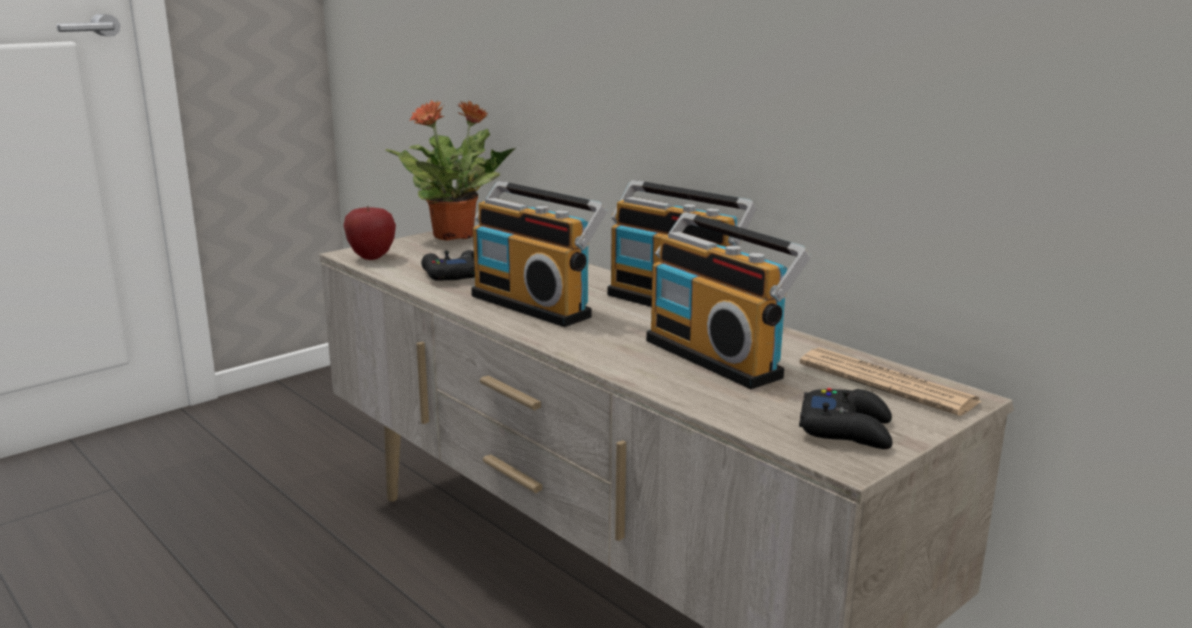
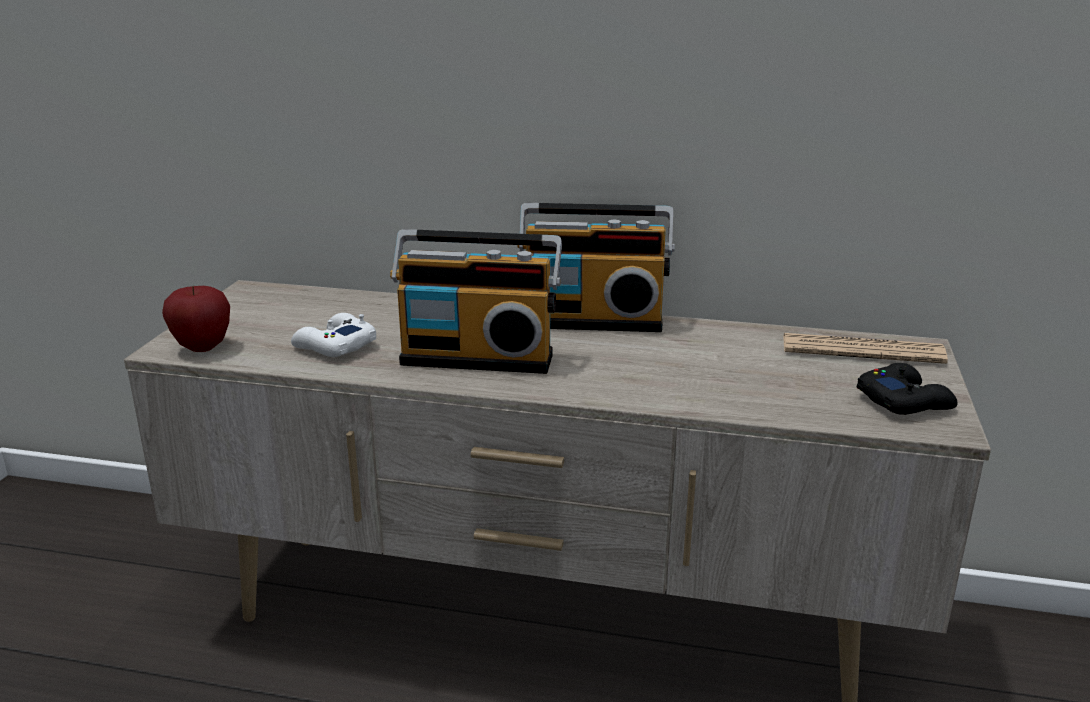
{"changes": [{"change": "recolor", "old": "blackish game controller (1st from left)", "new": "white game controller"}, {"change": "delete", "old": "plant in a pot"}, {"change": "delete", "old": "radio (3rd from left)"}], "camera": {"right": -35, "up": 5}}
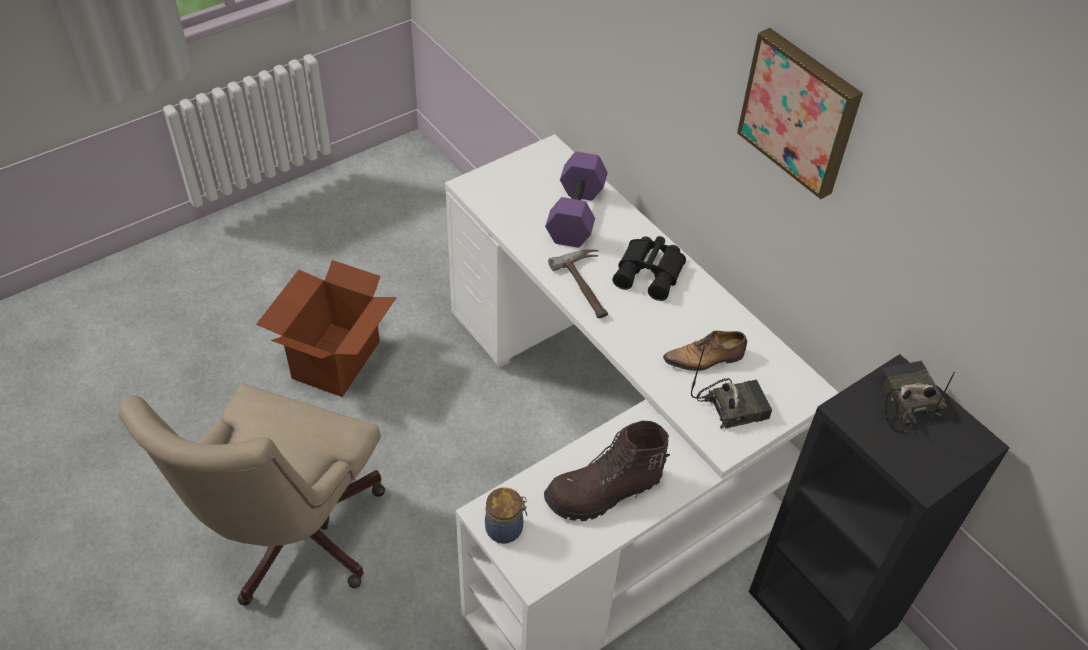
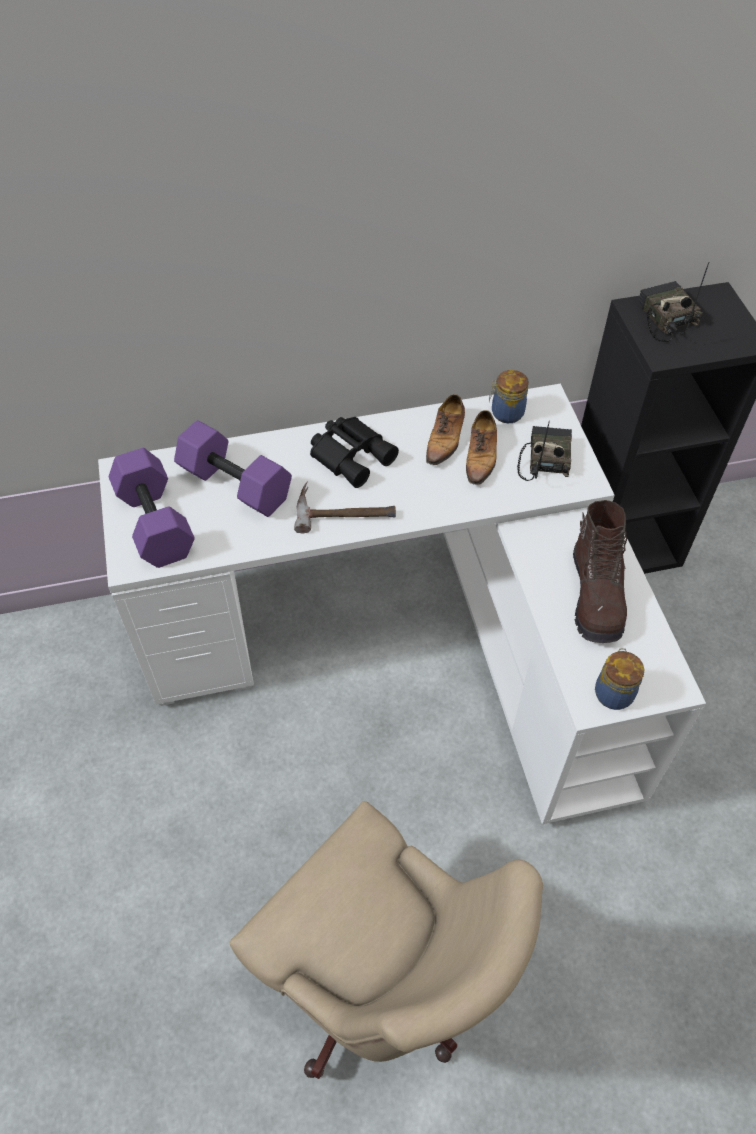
{"changes": [{"change": "insert", "new": "purple-coloured free weight (1st from left)"}, {"change": "insert", "new": "item of footwear (1st from left)"}, {"change": "insert", "new": "jar (1st from left)"}, {"change": "rotate", "old": "radio (2nd from left)", "degrees": 60}, {"change": "delete", "old": "cardboard box"}, {"change": "delete", "old": "picture"}], "camera": {"right": -65, "up": 5}}
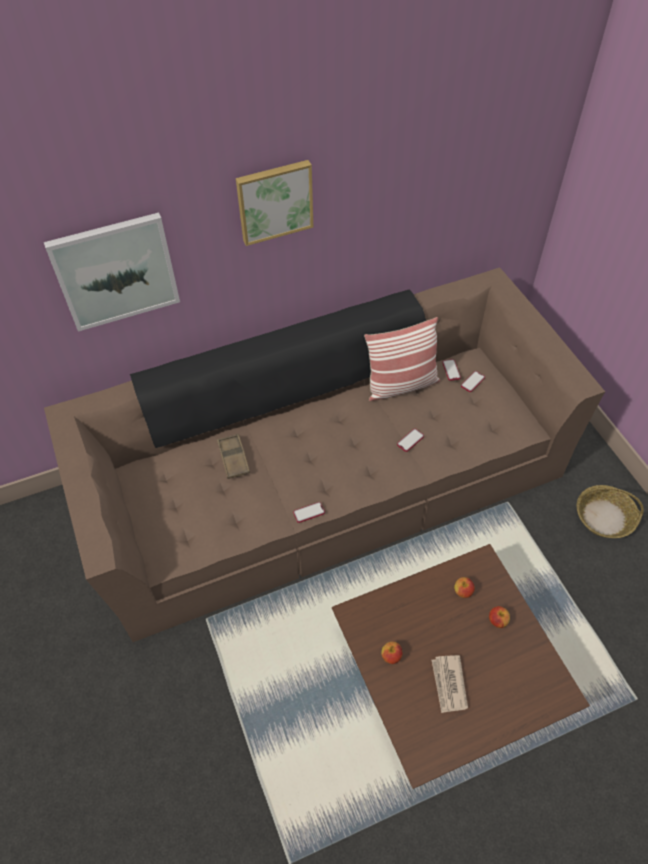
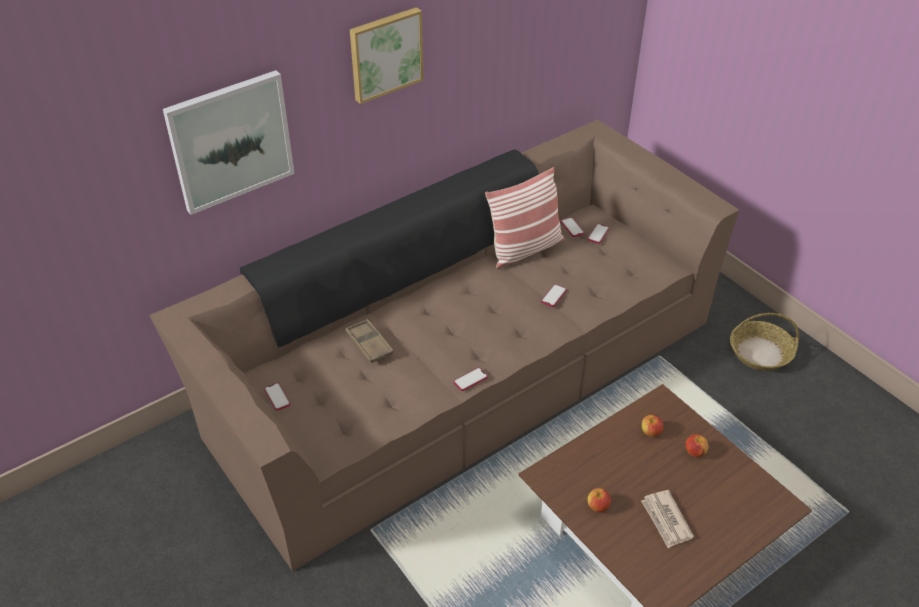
{"changes": [{"change": "insert", "new": "phone (1st from left)"}], "camera": {"right": -15, "up": -10}}
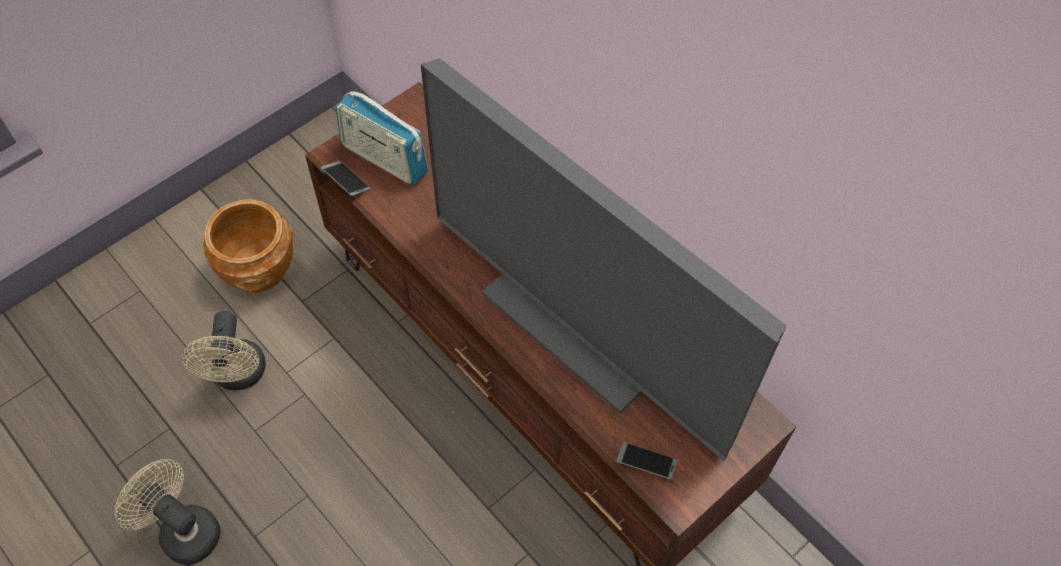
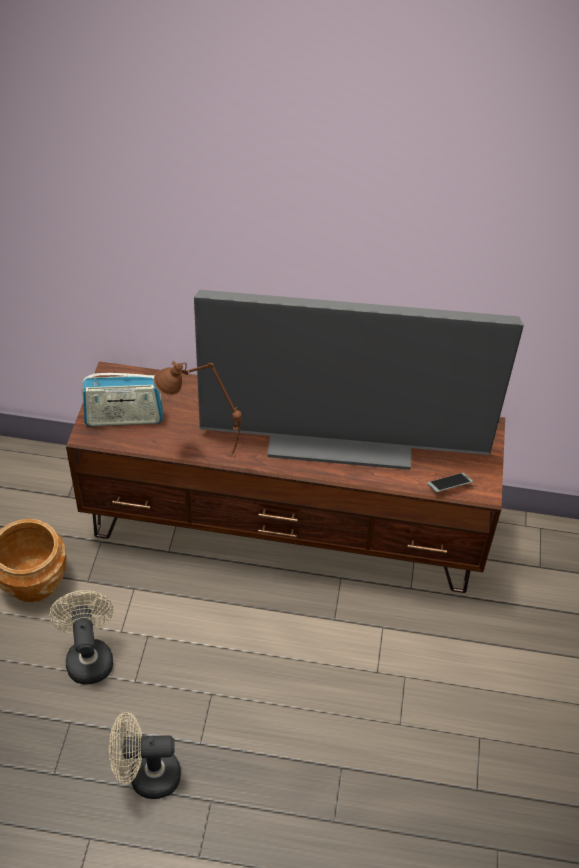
{"changes": [{"change": "rotate", "old": "beige-coloured cooling fan (2nd from left in the first image)", "degrees": -150}, {"change": "insert", "new": "brown-coloured lamp for a table"}, {"change": "delete", "old": "phone (1st from left)"}], "camera": {"right": -40, "up": -10}}
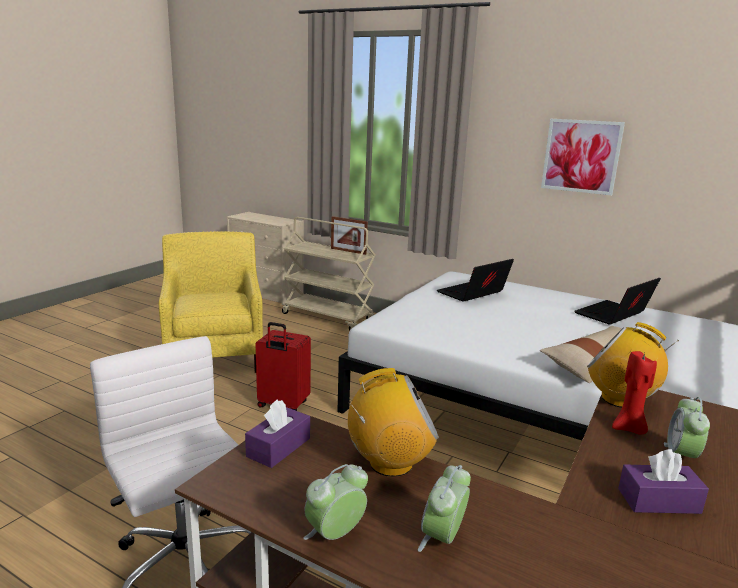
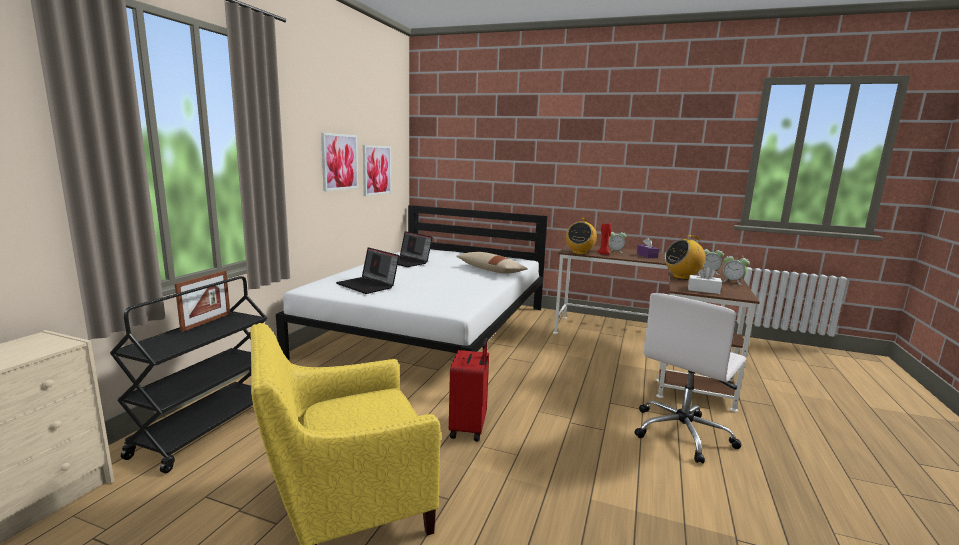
{"changes": [{"change": "recolor", "old": "beige-coloured wheeled cart", "new": "blackish wheeled cart"}, {"change": "insert", "new": "picture (2nd from left)"}, {"change": "rotate", "old": "radio (1st from left in the first image)", "degrees": -90}, {"change": "recolor", "old": "purple-coloured tissue box (1st from left)", "new": "white tissue box"}], "camera": {"right": -100, "up": -5}}
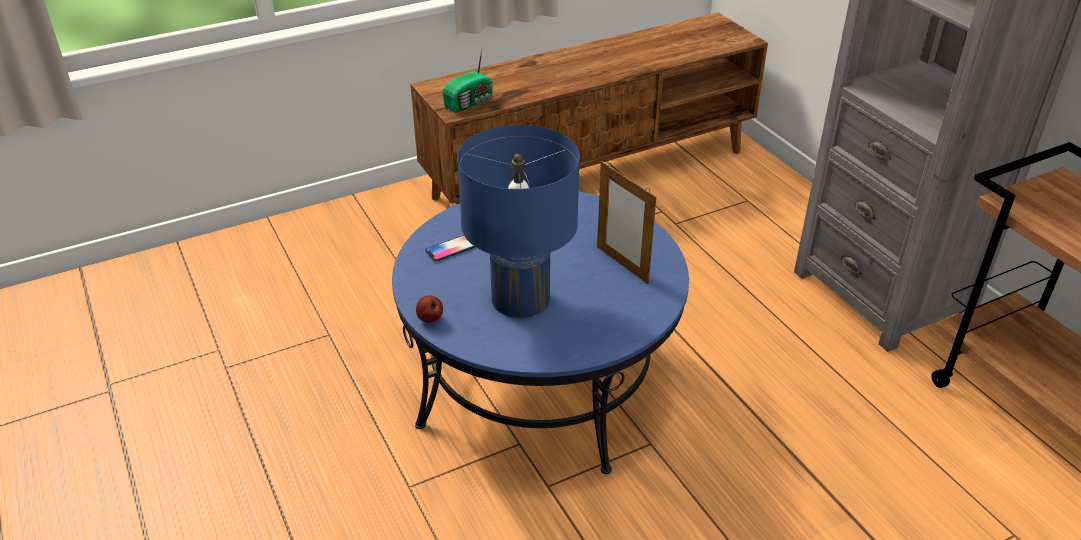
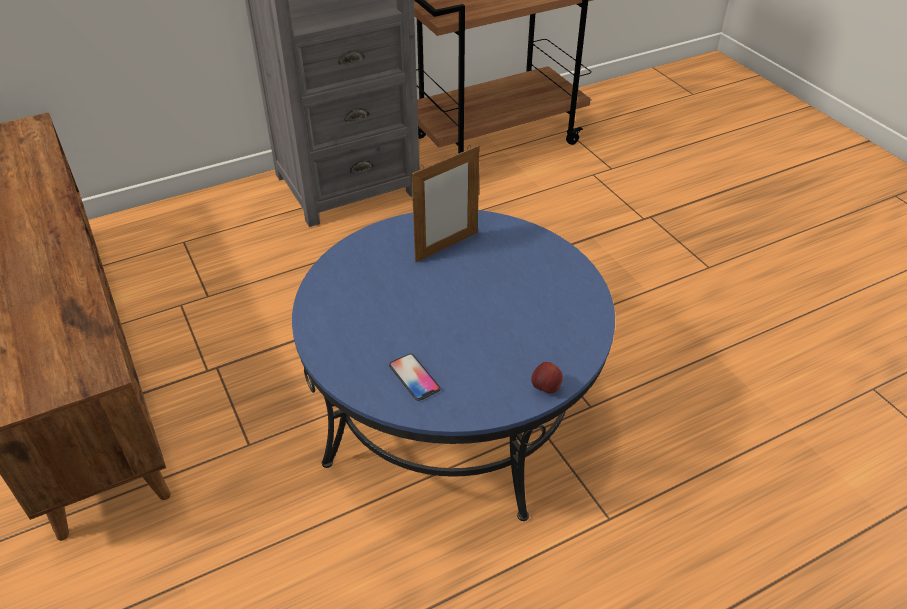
{"changes": [{"change": "delete", "old": "radio"}, {"change": "delete", "old": "blue-coloured lamp for a table"}], "camera": {"right": -90, "up": 5}}
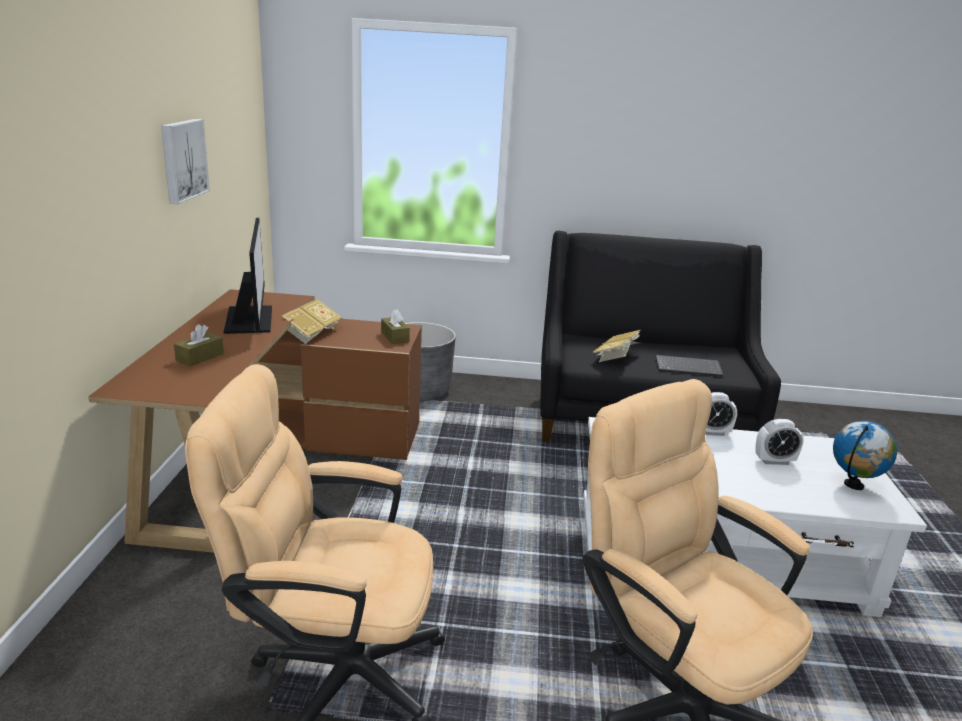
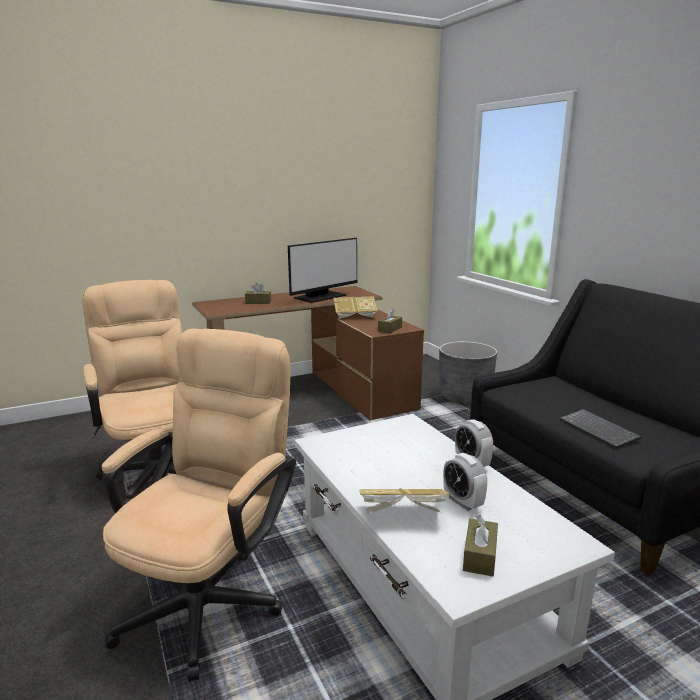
{"changes": [{"change": "move", "old": "volume (2nd from left)"}, {"change": "replace", "old": "world globe", "new": "brown-coloured tissue box (3rd from left)"}, {"change": "delete", "old": "picture"}], "camera": {"right": 60, "up": -5}}
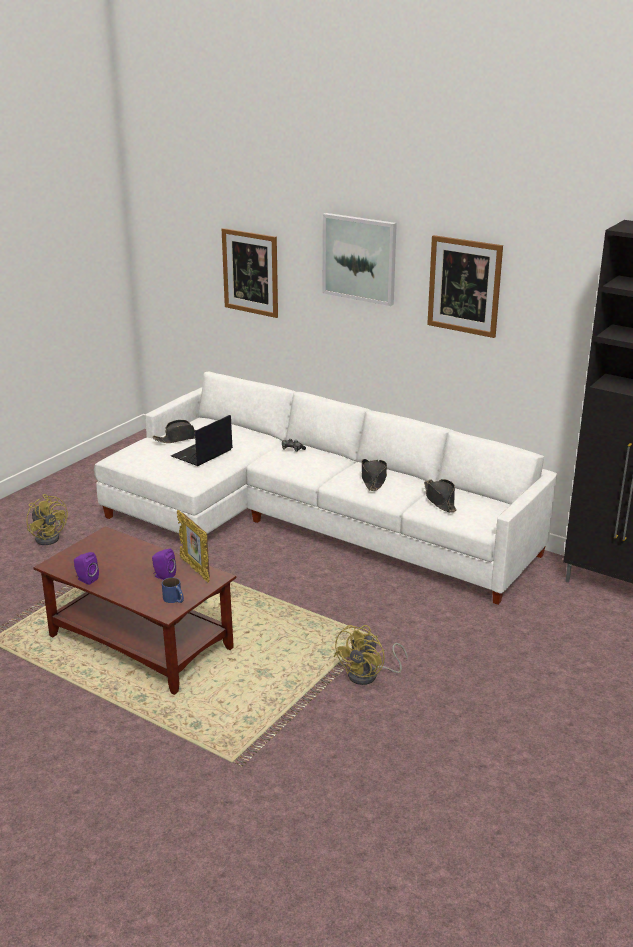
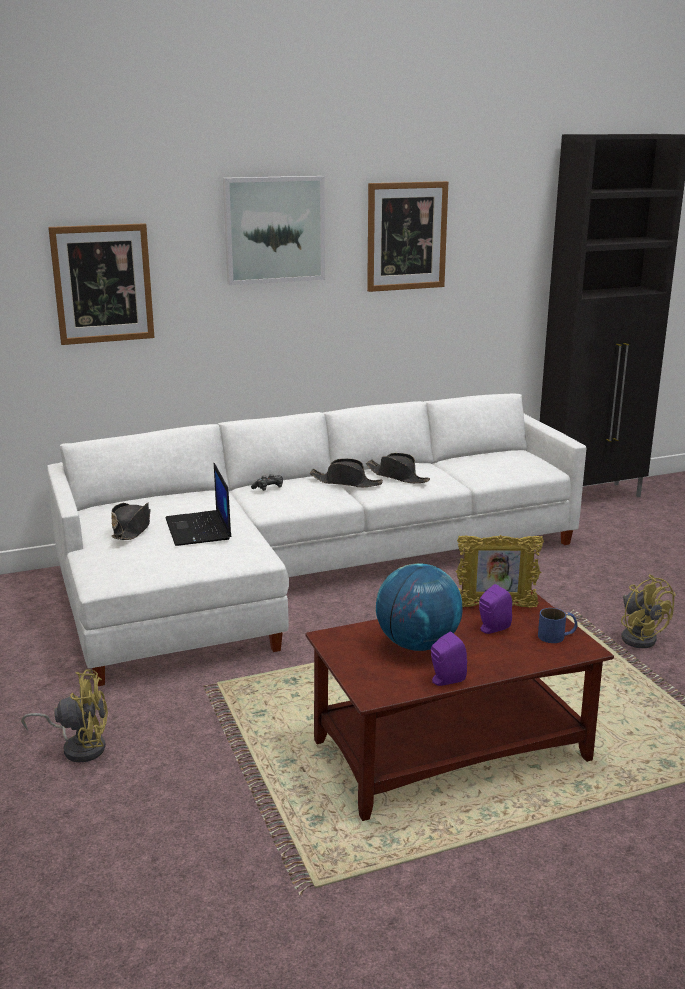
{"changes": [{"change": "move", "old": "blackish hat (3rd from left in the first image)", "new": "blackish hat (2nd from left)"}, {"change": "insert", "new": "world globe"}], "camera": {"right": -55, "up": -5}}
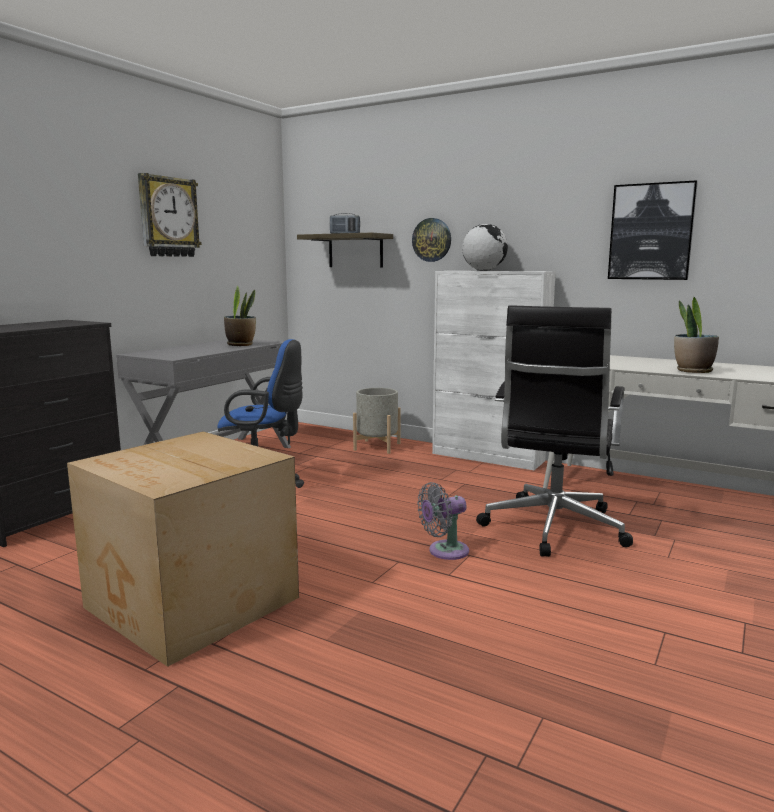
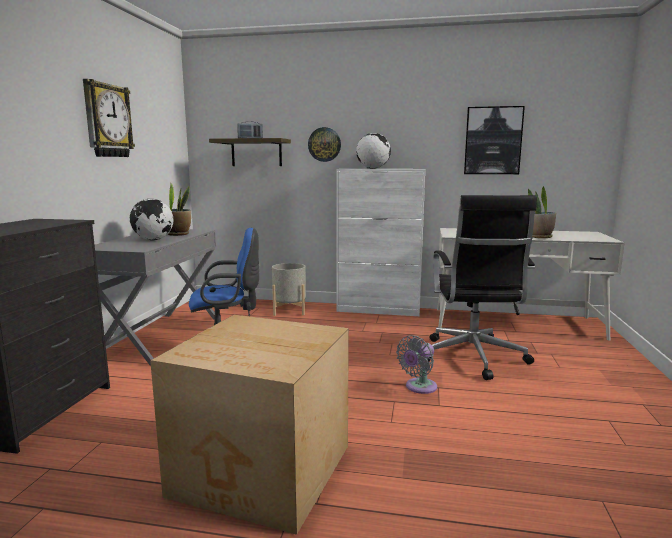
{"changes": [{"change": "insert", "new": "world globe (1st from left)"}], "camera": {"right": -20, "up": 0}}
